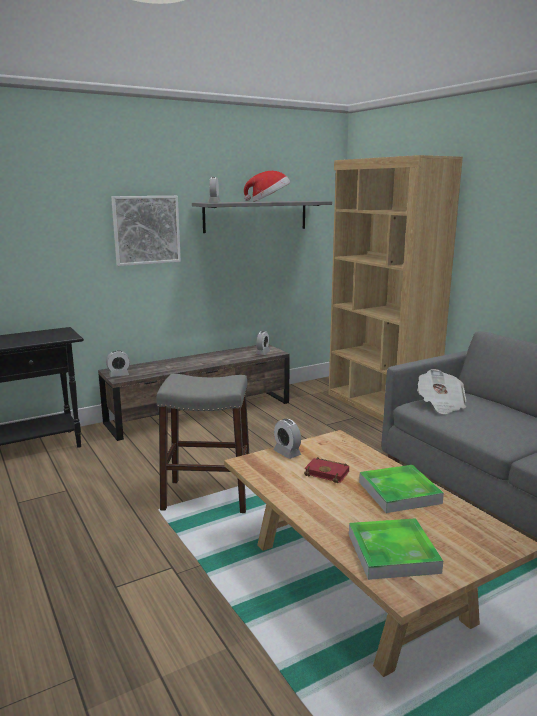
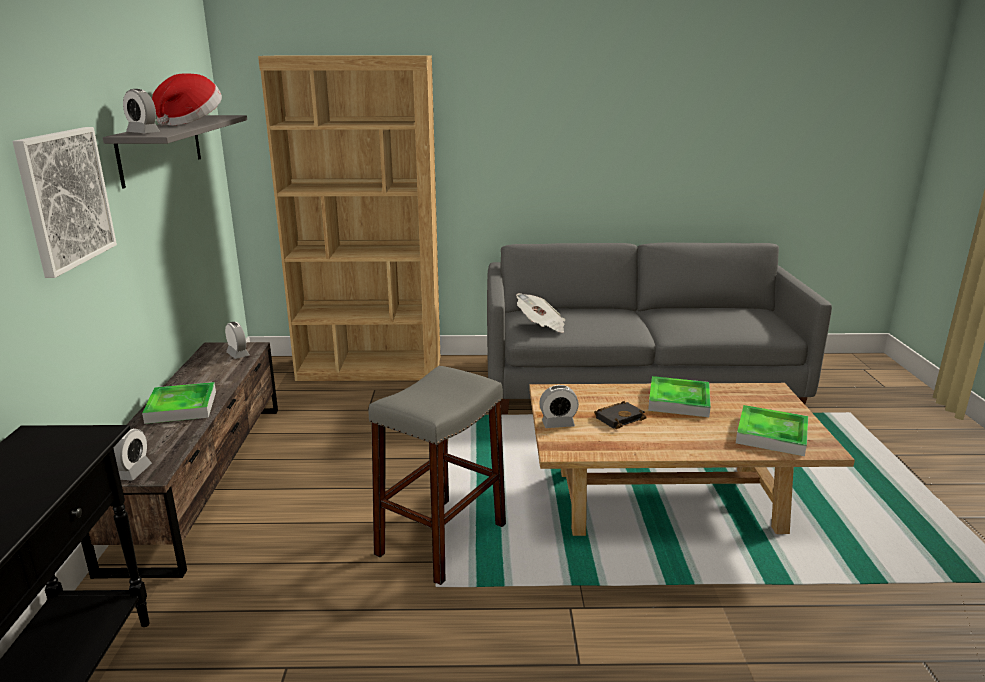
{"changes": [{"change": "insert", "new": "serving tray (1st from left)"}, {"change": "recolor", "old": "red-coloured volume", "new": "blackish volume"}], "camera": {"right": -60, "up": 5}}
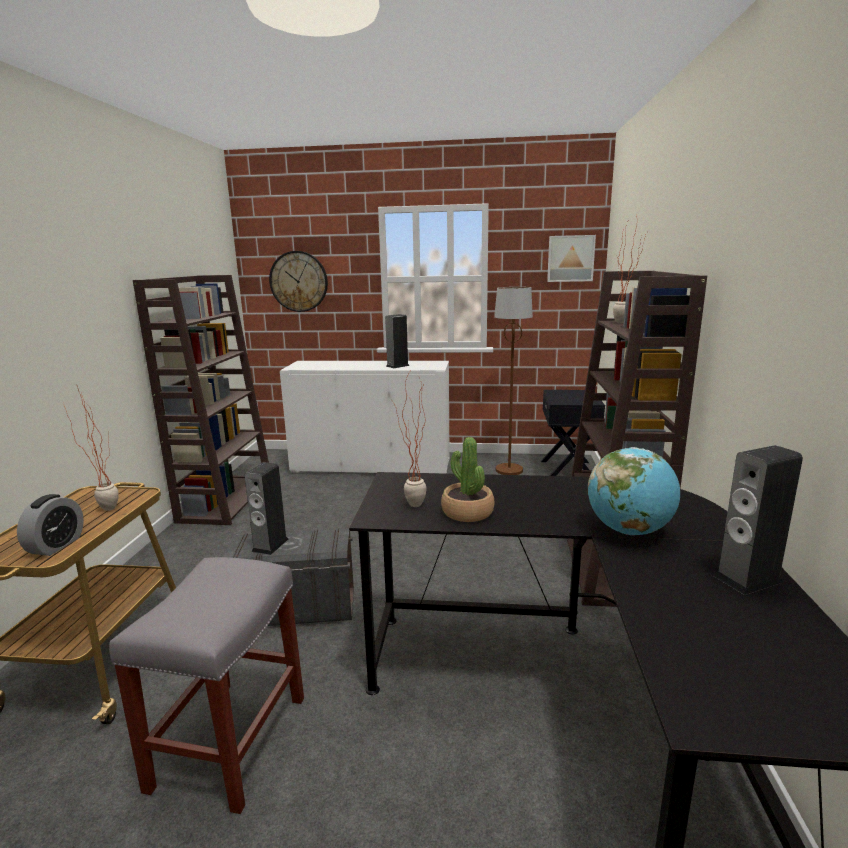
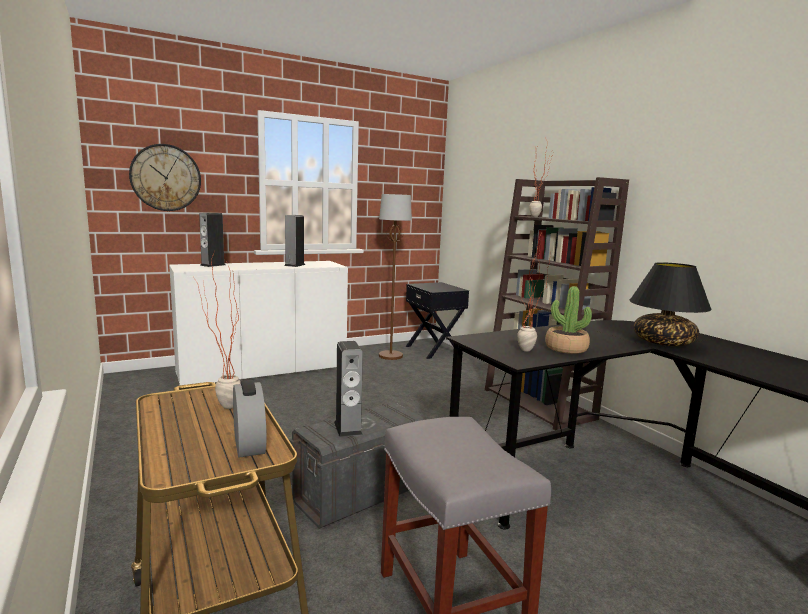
{"changes": [{"change": "move", "old": "audio speaker (3rd from left in the first image)", "new": "audio speaker (1st from left)"}, {"change": "replace", "old": "world globe", "new": "blackish lamp for a table"}, {"change": "delete", "old": "brown-coloured bookshelf (1st from left)"}, {"change": "delete", "old": "picture"}], "camera": {"right": -35, "up": -5}}
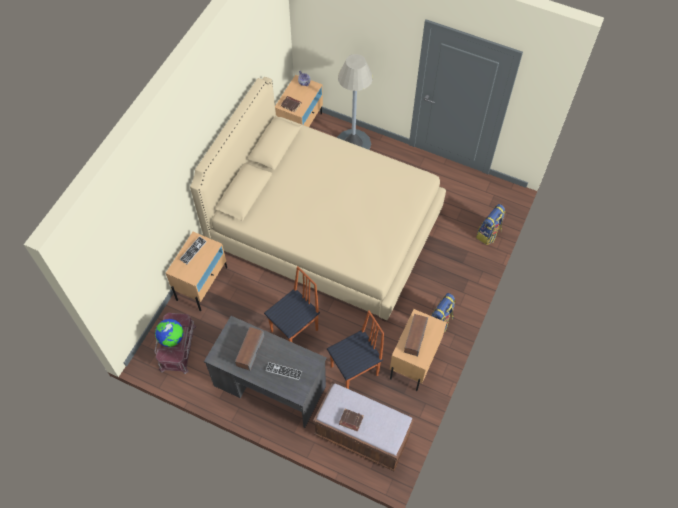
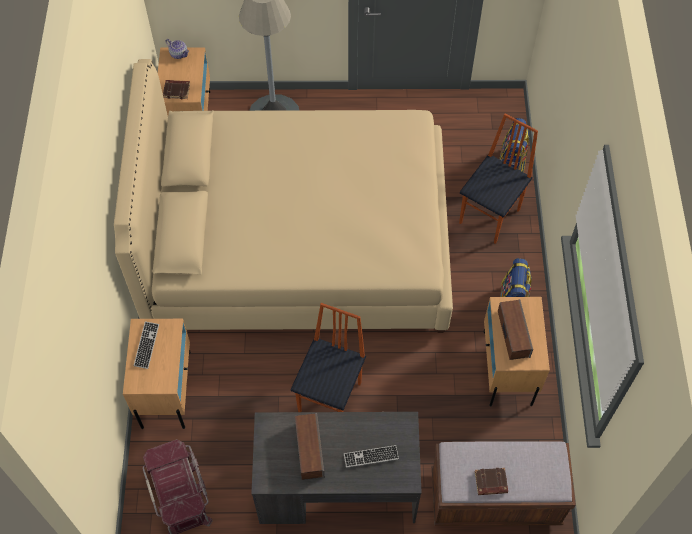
{"changes": [{"change": "move", "old": "plain chair (2nd from left)"}, {"change": "delete", "old": "world globe"}], "camera": {"right": -25, "up": 0}}
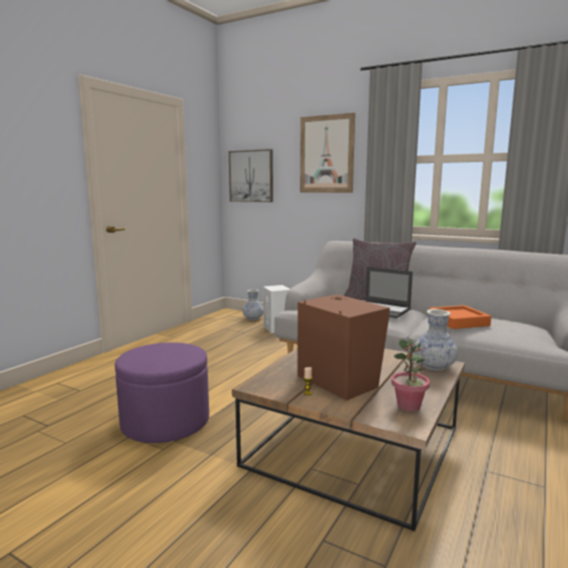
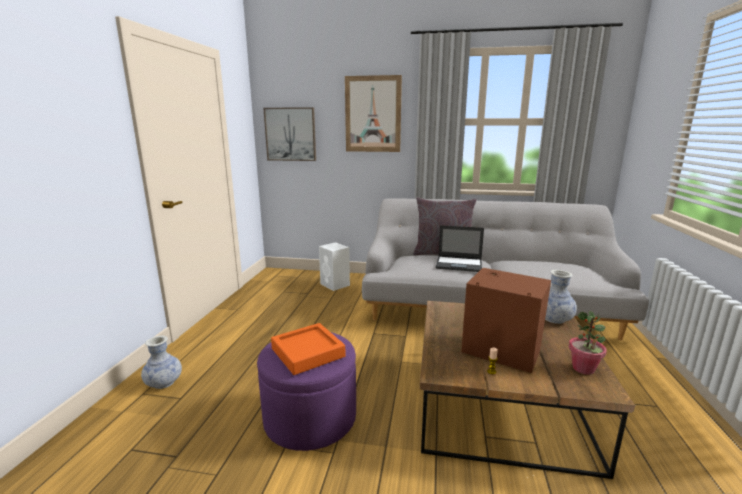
{"changes": [{"change": "move", "old": "flower vase (1st from left)"}, {"change": "move", "old": "orangey serving tray"}], "camera": {"right": -20, "up": 5}}
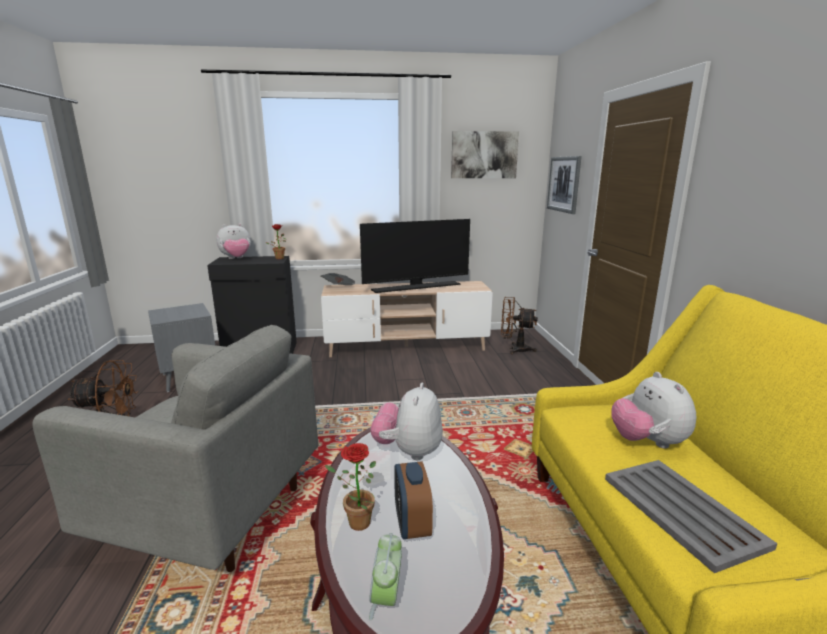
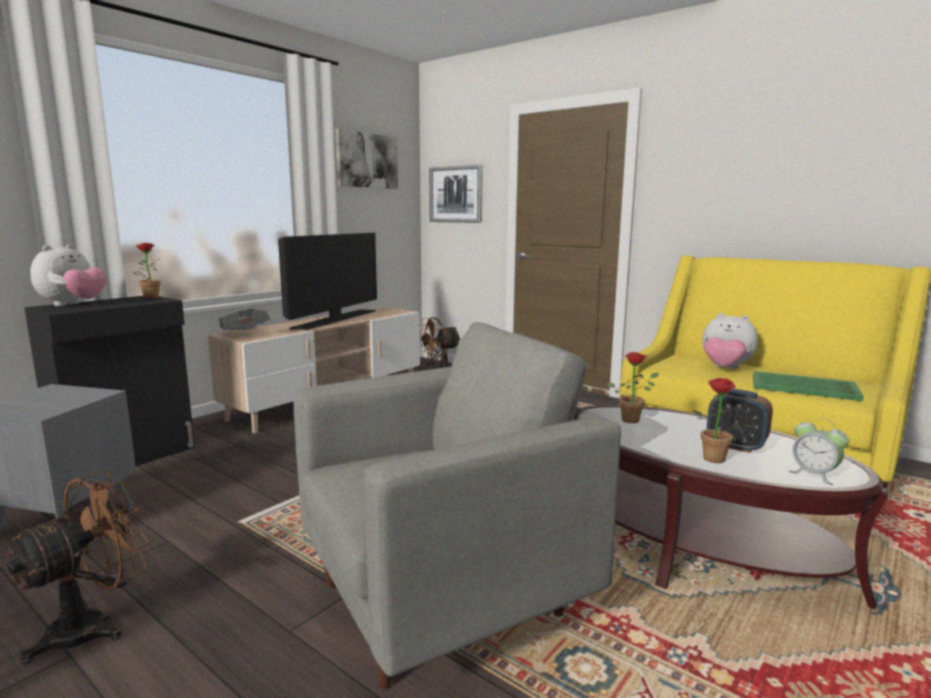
{"changes": [{"change": "replace", "old": "cuddly toy (2nd from left)", "new": "plant in a pot (2nd from left)"}, {"change": "recolor", "old": "gray serving tray", "new": "green serving tray"}], "camera": {"right": -45, "up": -5}}
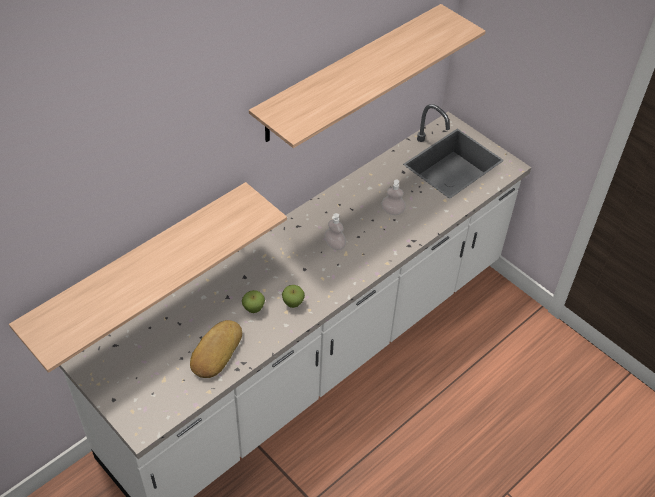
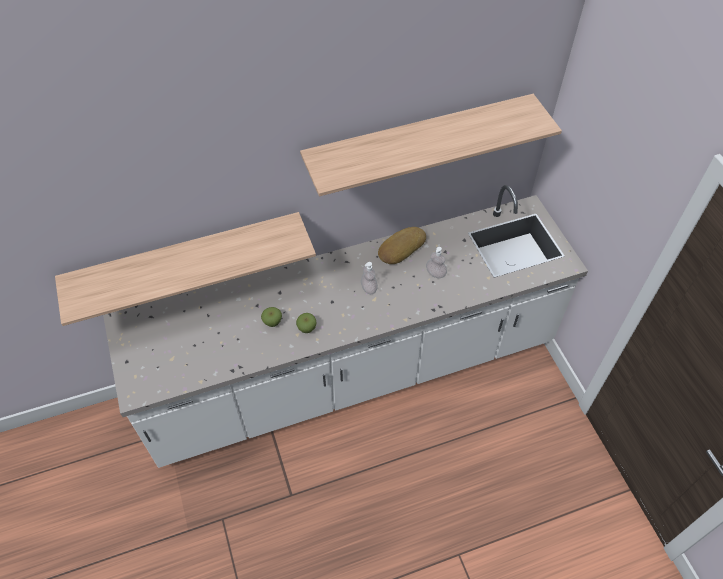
{"changes": [{"change": "move", "old": "baked bread"}], "camera": {"right": 25, "up": 5}}
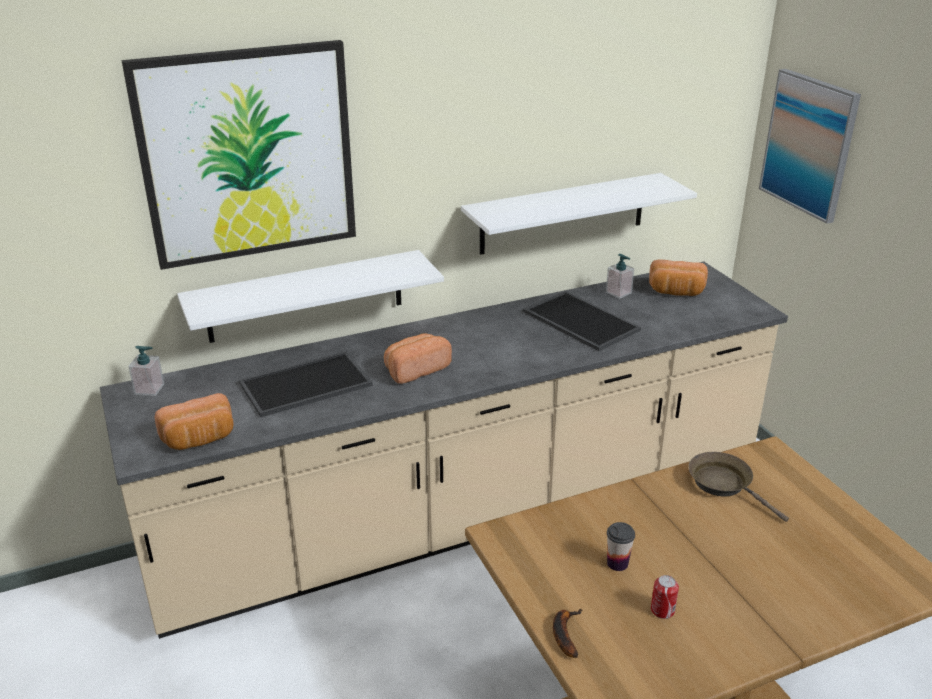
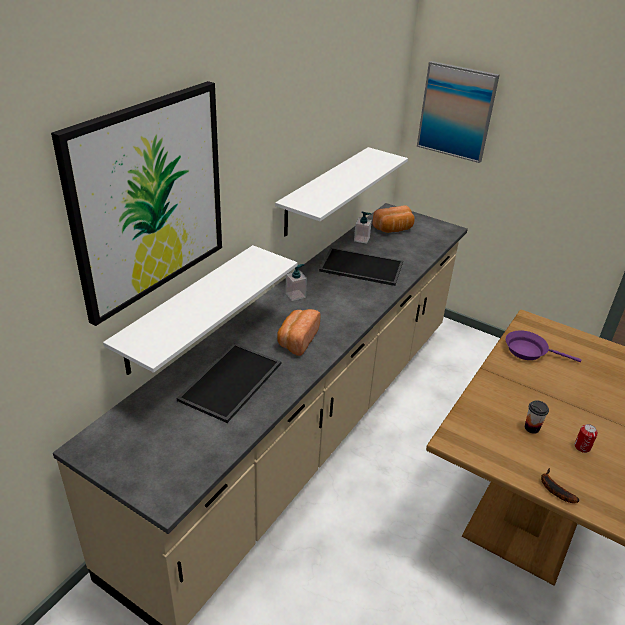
{"changes": [{"change": "move", "old": "soap bottle (1st from left)"}, {"change": "recolor", "old": "brown-coloured skillet", "new": "purple-coloured skillet"}, {"change": "delete", "old": "baked bread (1st from left)"}], "camera": {"right": -35, "up": 5}}
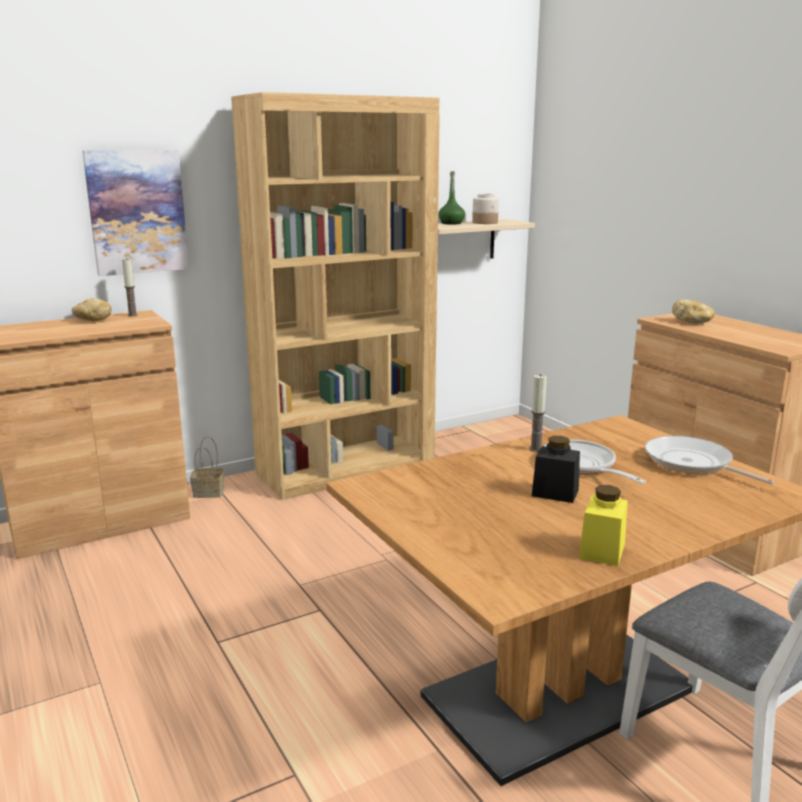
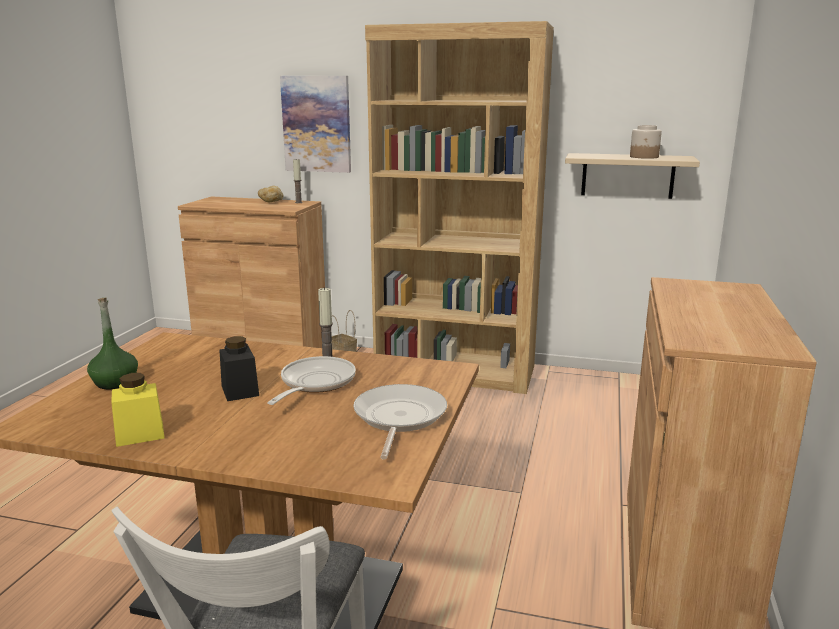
{"changes": [{"change": "move", "old": "green beverage bottle"}, {"change": "delete", "old": "baked bread (2nd from left)"}], "camera": {"right": 45, "up": 0}}
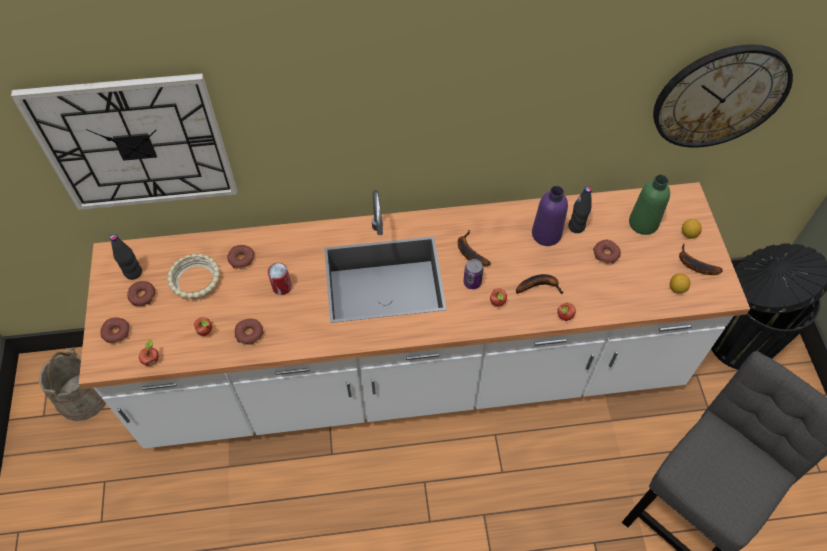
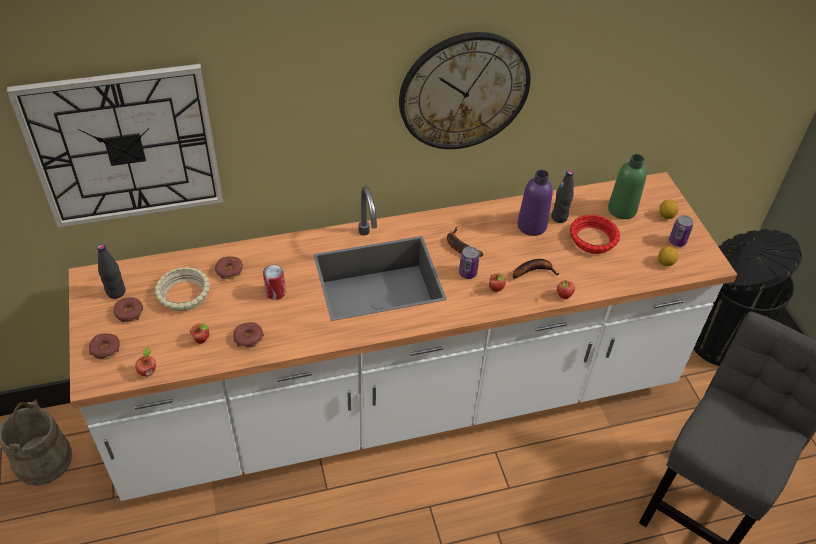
{"changes": [{"change": "move", "old": "clock on the wall (2nd from left)"}, {"change": "replace", "old": "ring doughnut (5th from left)", "new": "red-coloured bowl"}, {"change": "replace", "old": "banana (3rd from left)", "new": "metal can (3rd from left)"}], "camera": {"right": -10, "up": -10}}
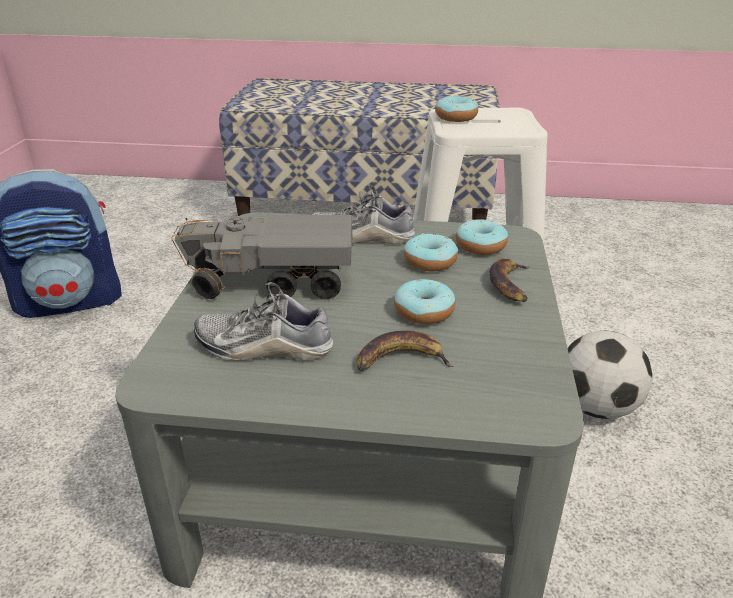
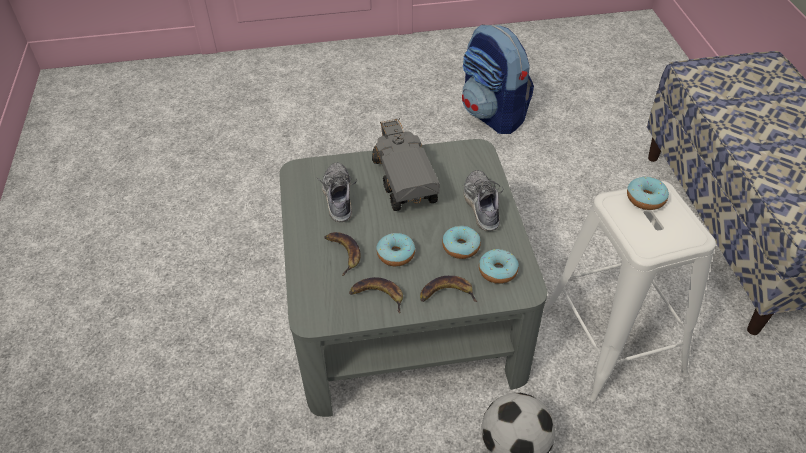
{"changes": [{"change": "insert", "new": "banana (2nd from left)"}], "camera": {"right": 75, "up": 15}}
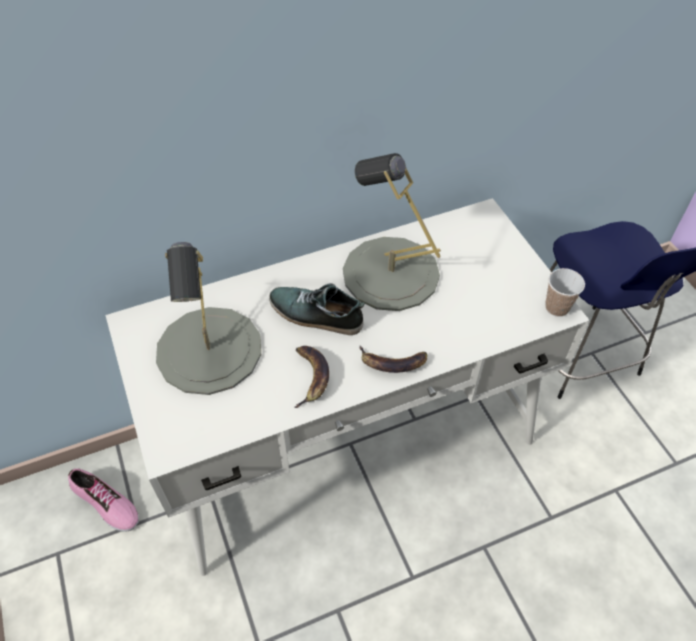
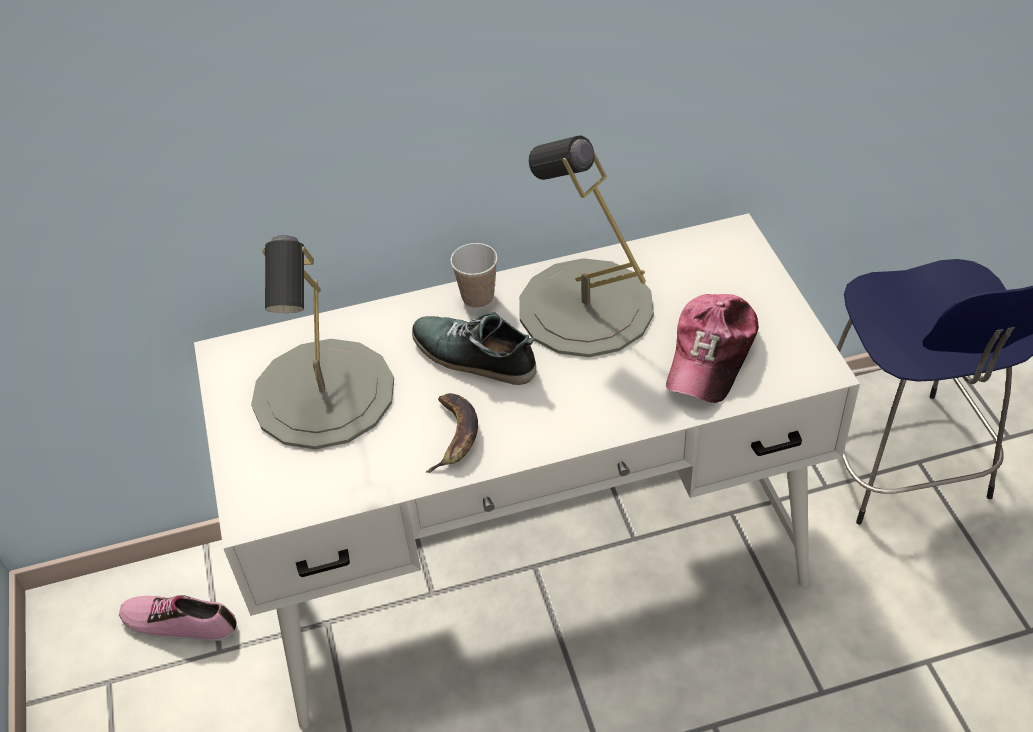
{"changes": [{"change": "rotate", "old": "item of footwear (1st from left)", "degrees": 150}, {"change": "move", "old": "cup"}, {"change": "insert", "new": "cap"}, {"change": "delete", "old": "banana (2nd from left)"}], "camera": {"right": 10, "up": -5}}
